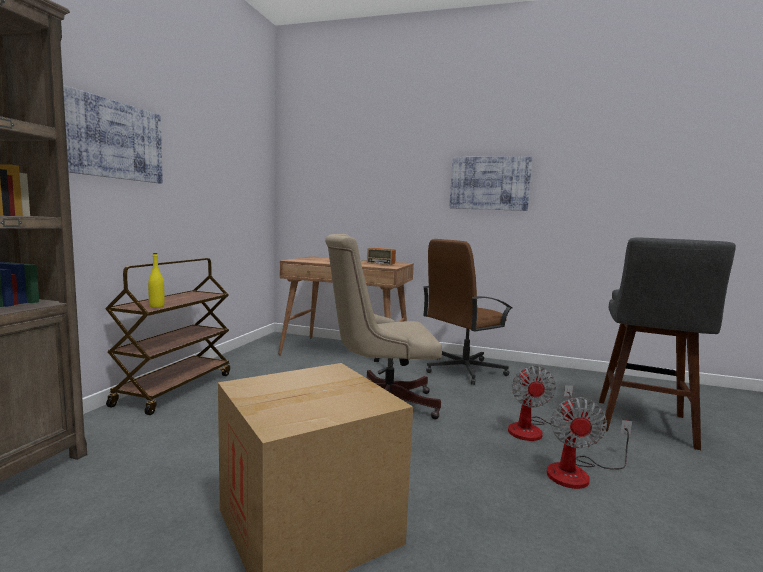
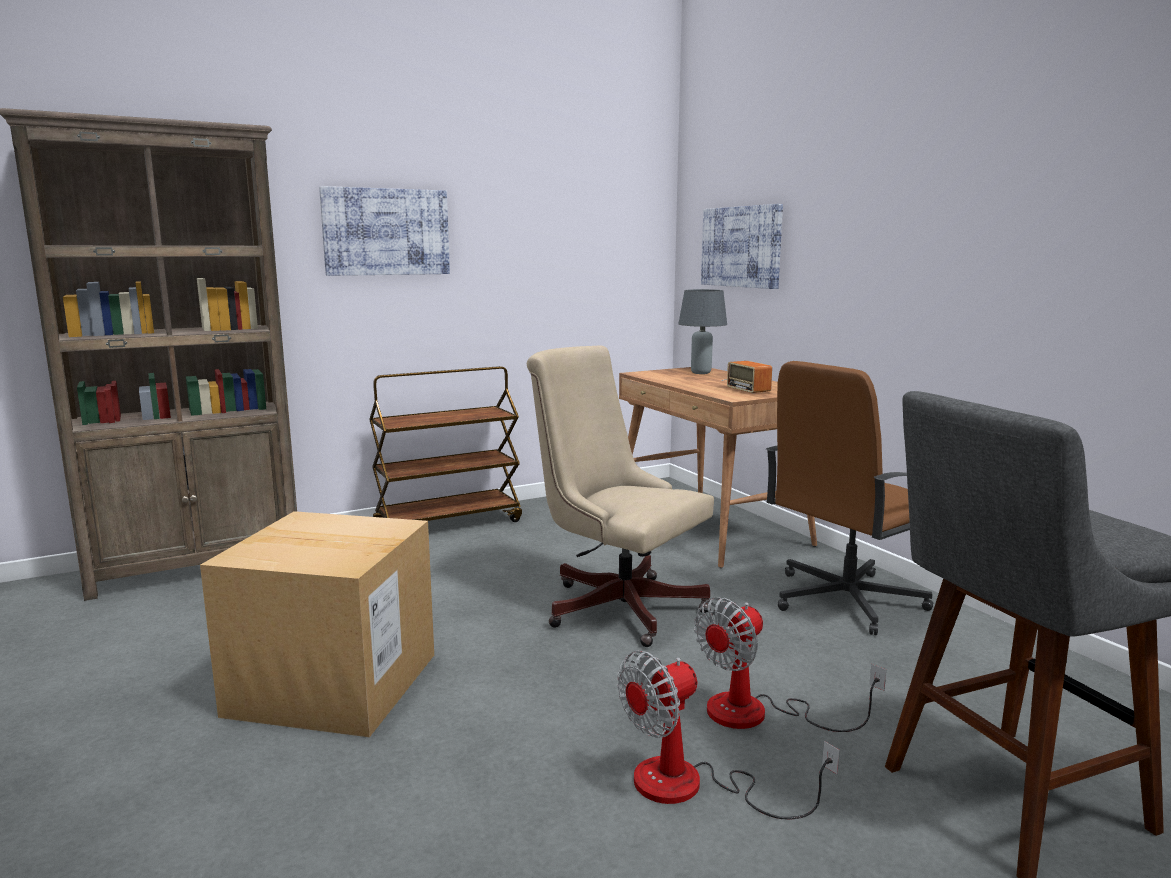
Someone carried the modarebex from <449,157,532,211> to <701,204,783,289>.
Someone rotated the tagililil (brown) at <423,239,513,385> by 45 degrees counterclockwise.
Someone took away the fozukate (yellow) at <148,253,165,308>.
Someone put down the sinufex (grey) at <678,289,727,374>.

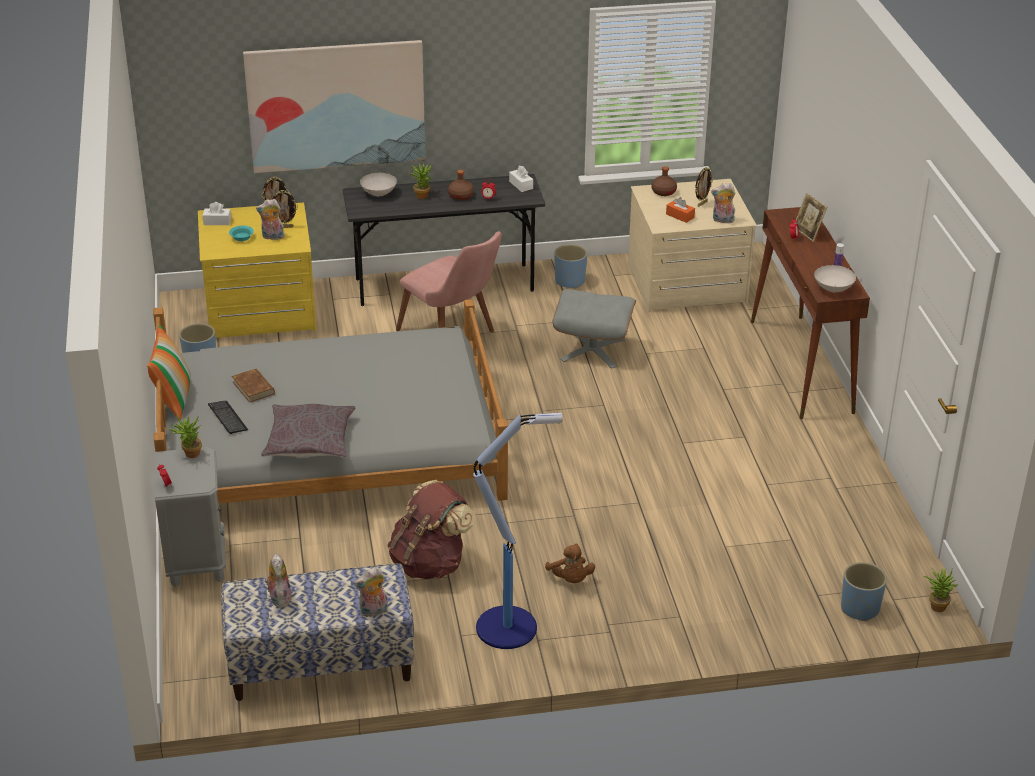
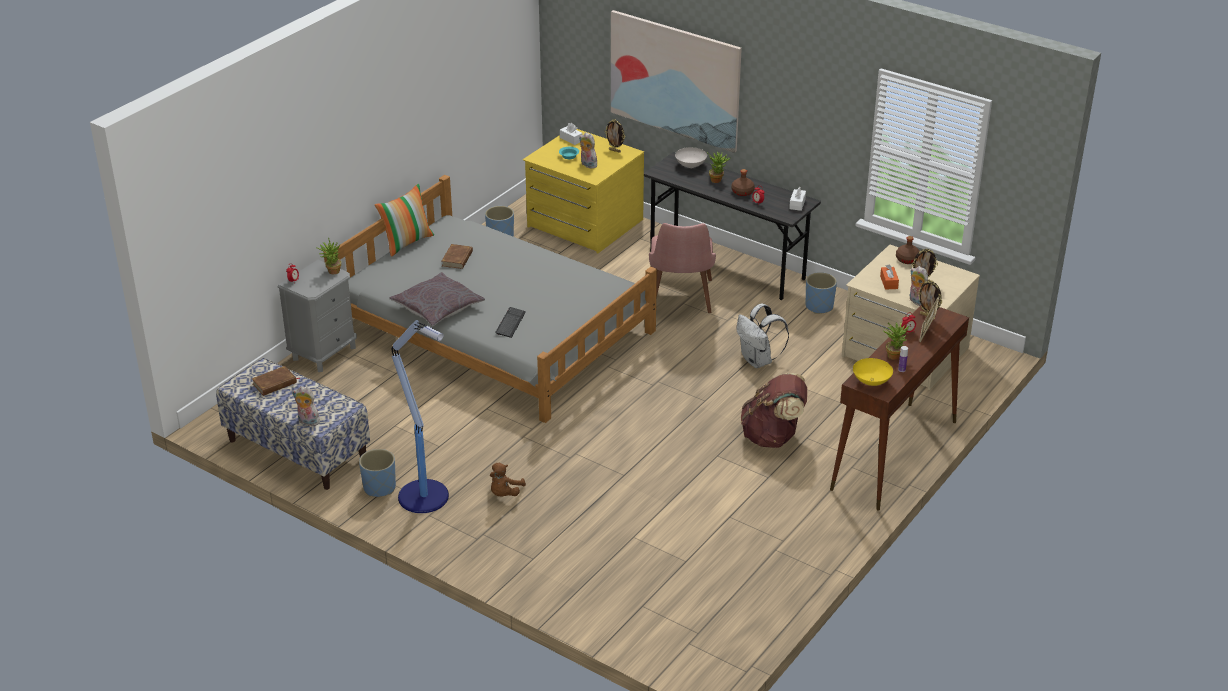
Someone carried the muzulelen from <273,190,298,228> to <917,280,942,319>.
Someone repainted the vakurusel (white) at <814,265,856,292>, which became the vakurusel (yellow) at <853,358,893,386>.
Someone swapped the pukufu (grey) at <552,289,636,369> for the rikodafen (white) at <736,303,789,368>.
Someone carried the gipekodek from <208,401,248,434> to <495,307,526,338>.
Someone carried the rikodafen (brown) from <387,480,476,579> to <741,373,807,448>.
Someone swapped the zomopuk at <265,553,292,608> for the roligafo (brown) at <252,366,300,396>.
Someone carried the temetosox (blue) from <841,562,887,621> to <359,449,396,497>.
Someone carried the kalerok from <924,568,958,612> to <884,322,910,360>.

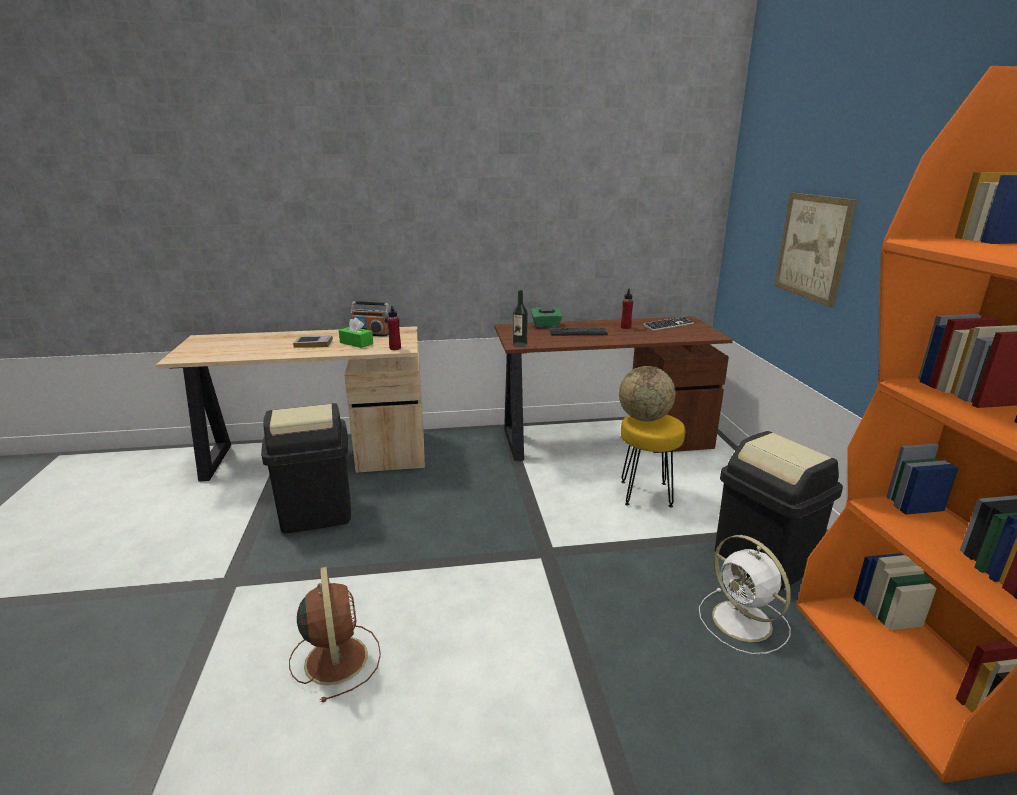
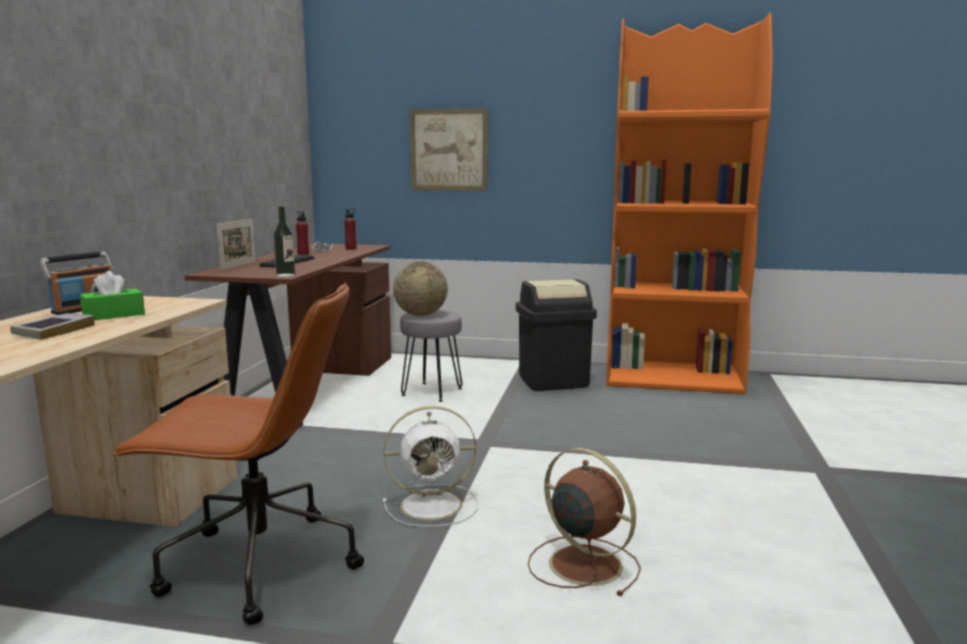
Someone swapped the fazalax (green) at <531,304,562,328> for the muzulelen at <217,219,256,270>.
Someone carried the fozukate (red) from <387,306,401,350> to <344,208,357,250>.
Someone swapped the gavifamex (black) at <261,403,351,533> for the tagililil (brown) at <111,282,364,625>.
Someone repainted the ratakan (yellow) at <621,414,685,507>, which became the ratakan (grey) at <400,310,462,402>.
Someone carried the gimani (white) from <699,535,791,654> to <382,406,478,527>.
Someone rotated the gimani (brown) at <289,567,381,702> by 45 degrees clockwise.

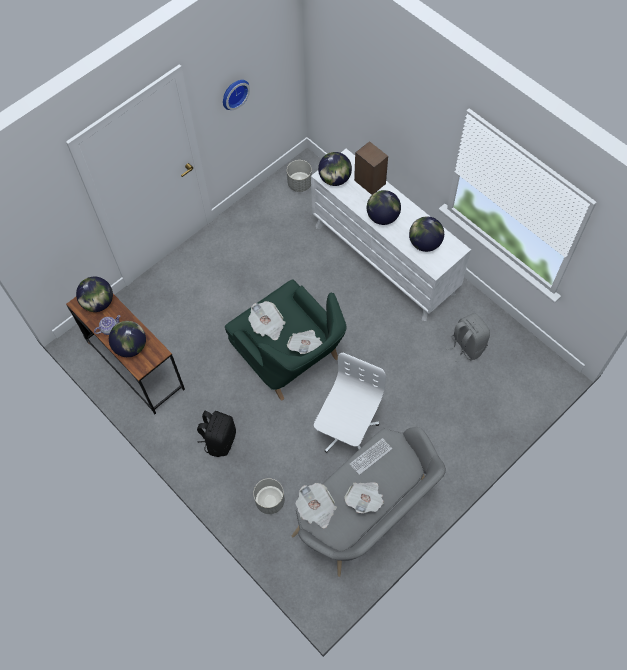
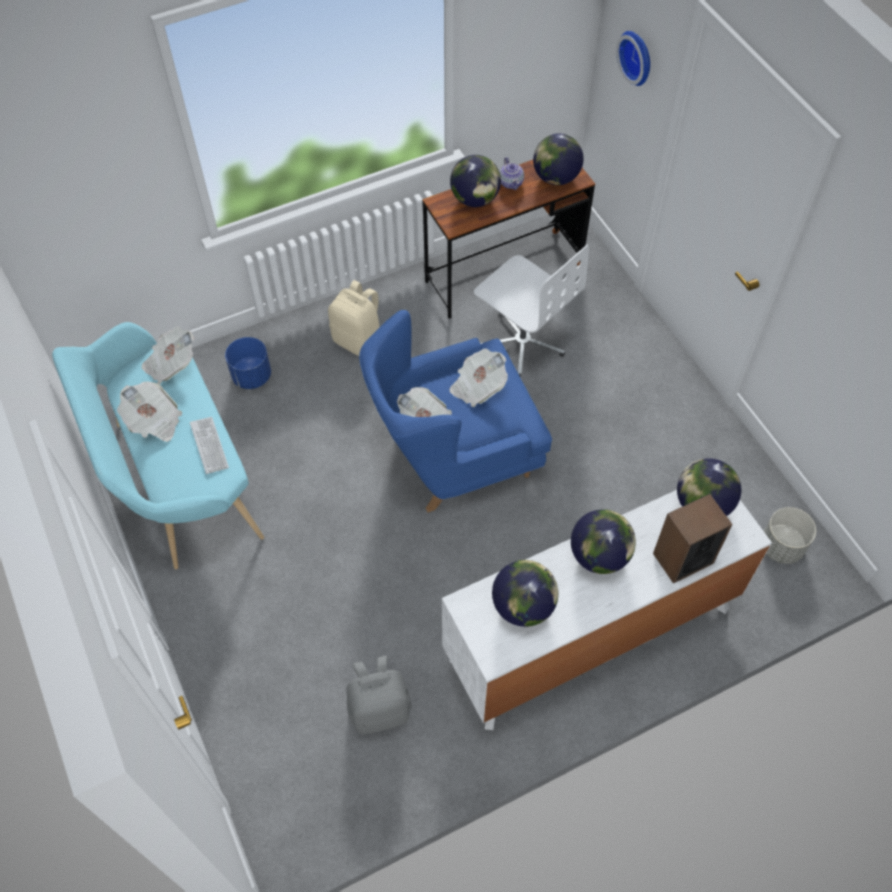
Someone carried the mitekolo from <223,80,250,110> to <616,31,650,86>.
Someone repainted the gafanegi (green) at <225,279,346,401>, which became the gafanegi (blue) at <359,310,552,513>.
Someone carried the tagililil (white) from <314,353,386,453> to <474,245,589,377>.
Someone repainted the rikodafen (black) at <197,410,236,457>, which became the rikodafen (beige) at <328,280,380,356>.
Someone repainted the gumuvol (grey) at <292,427,446,577>, which became the gumuvol (turquoise) at <52,322,264,569>.
Someone repainted the temetosox (grey) at <253,478,285,514>, which became the temetosox (blue) at <225,337,271,389>.

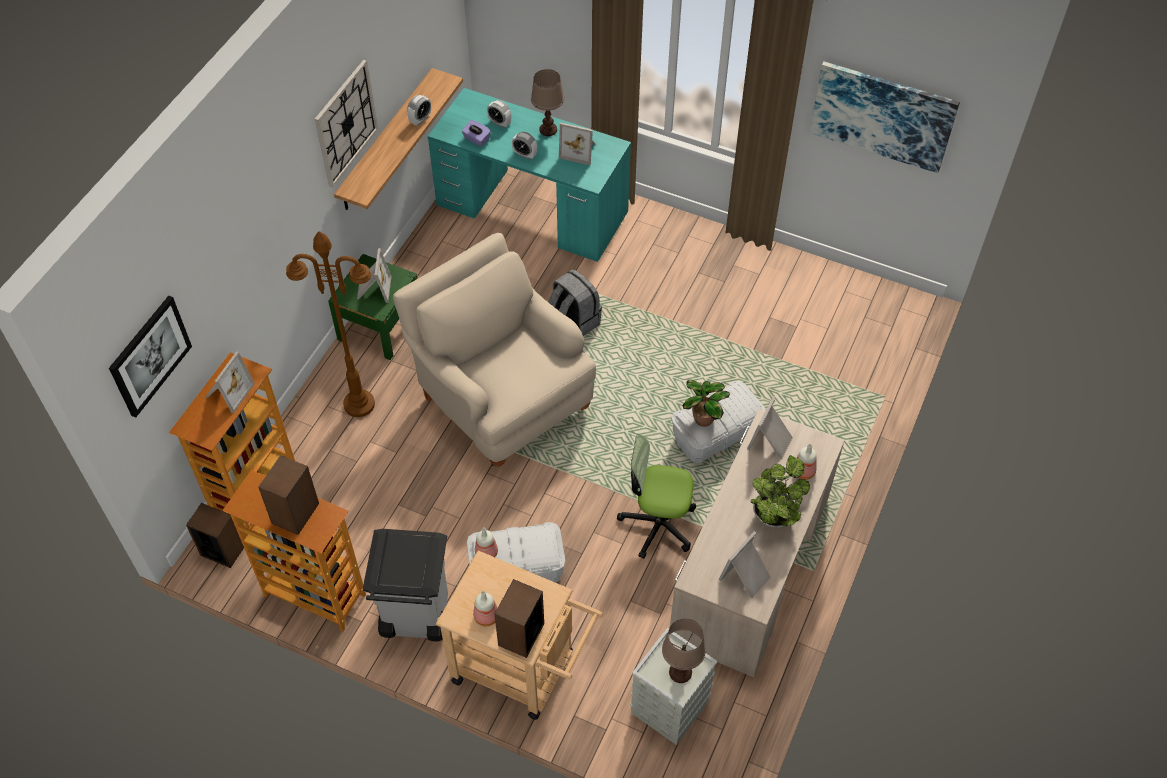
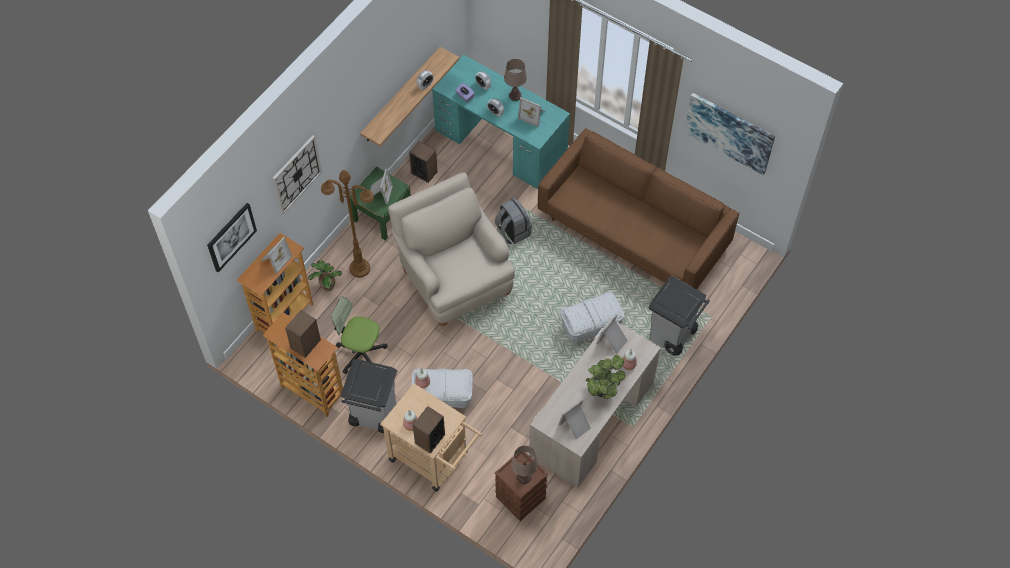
Someone carried the mitekolo from <315,60,378,188> to <273,135,322,214>.
Someone carried the kalerok from <683,380,730,427> to <308,260,342,291>.
Someone carried the tagililil from <617,434,696,559> to <331,297,388,374>.
Someone carried the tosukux from <186,503,244,568> to <409,141,438,183>.
Someone repainted the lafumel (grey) at <630,628,717,745>, which became the lafumel (brown) at <495,452,548,521>.
Someone put down the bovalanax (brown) at <538,128,739,289>.
Someone put down the gavifamex (grey) at <648,276,710,356>.

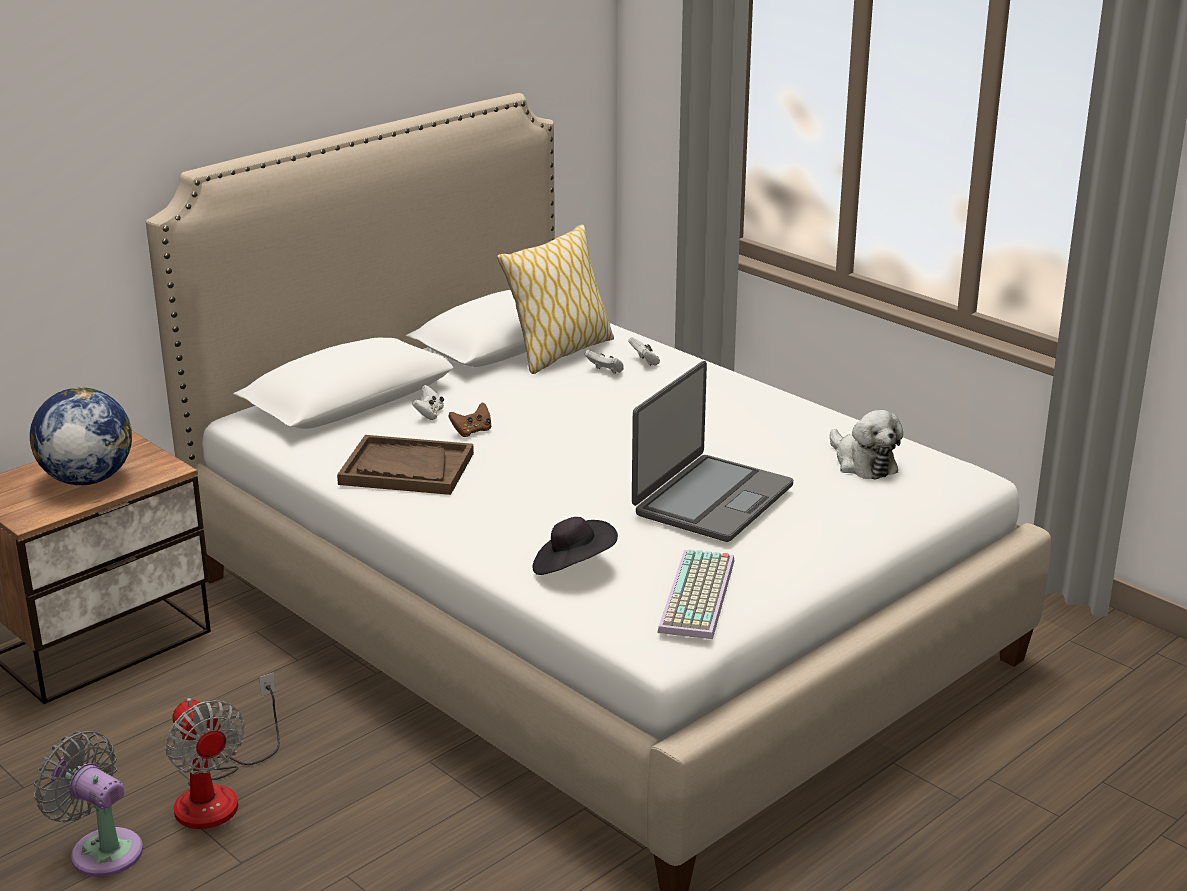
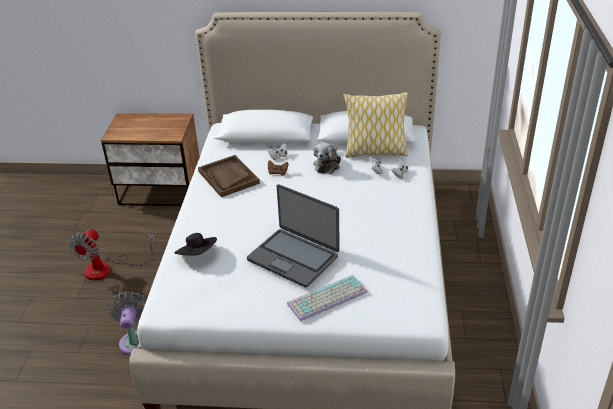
Someone rotated the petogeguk at <632,361,793,542> by 45 degrees clockwise.
Someone took away the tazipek at <30,387,132,485>.
Someone carried the zomopuk from <830,410,903,480> to <313,142,341,174>.
Someone carried the gipekodek from <657,549,735,639> to <287,275,368,321>.
Someone carried the gimani (grey) from <34,731,143,877> to <108,291,147,355>.

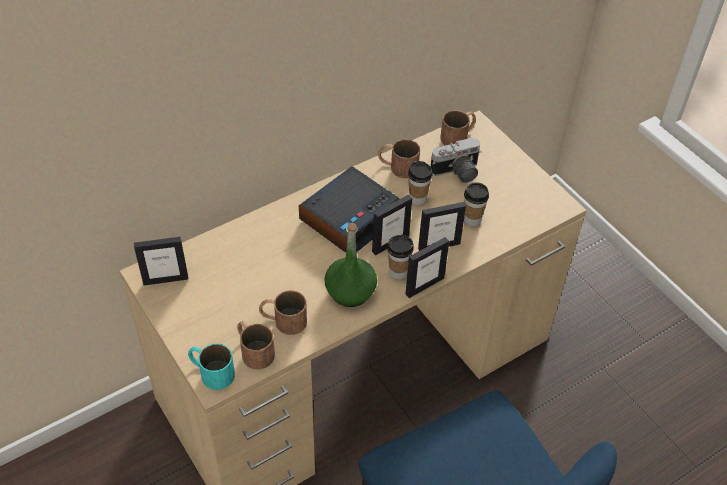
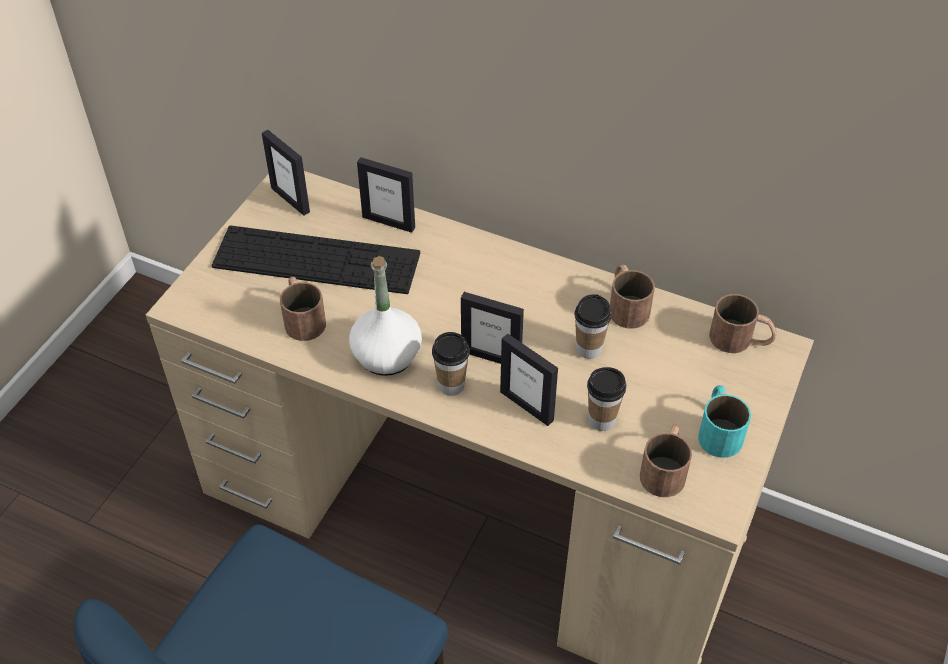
Someone took away the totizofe at <431,137,482,183>.
Someone took away the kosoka at <299,166,399,253>.
Someone repainted the fozukate (green) at <324,223,377,307>, which became the fozukate (white) at <349,256,422,376>.
Someone carried the muzulelen from <406,237,449,298> to <357,157,415,233>.
Someone carried the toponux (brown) from <237,321,275,370> to <640,424,692,497>.
Someone carried the toponux (turquoise) from <188,343,235,390> to <698,385,751,458>.
Someone put down the gipekodek at <211,225,420,294>.

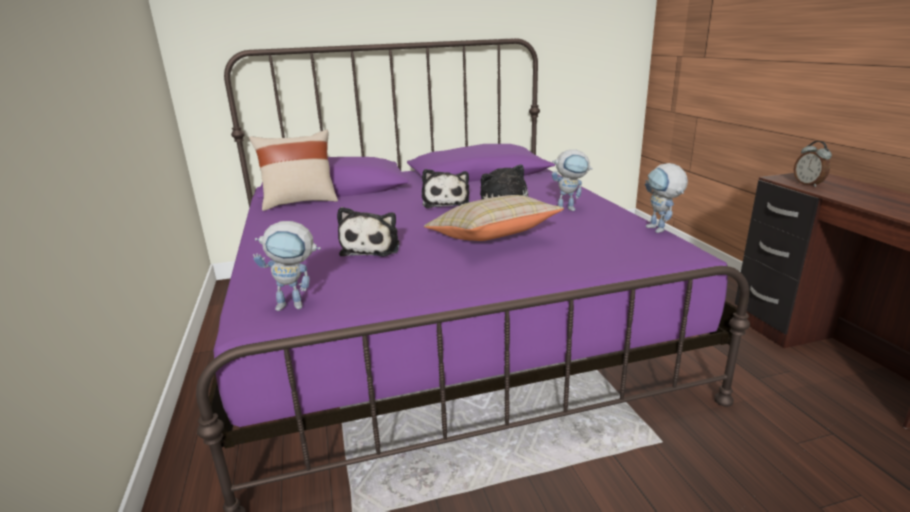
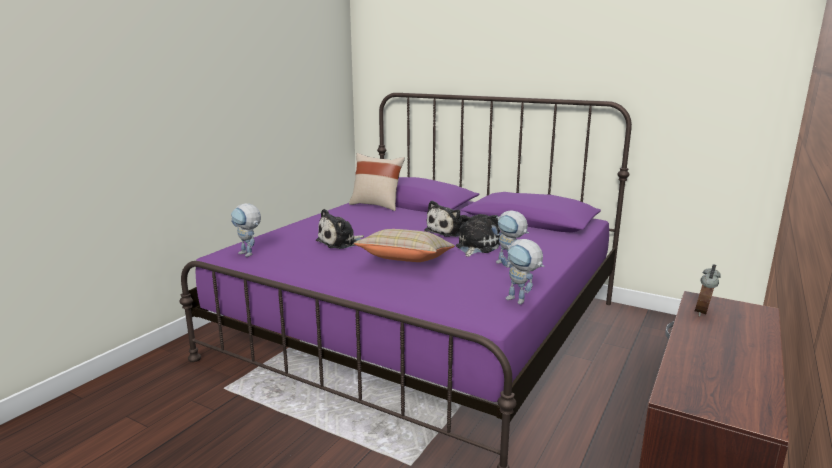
Someone rotated the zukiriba at <645,163,688,233> by 75 degrees counterclockwise.

